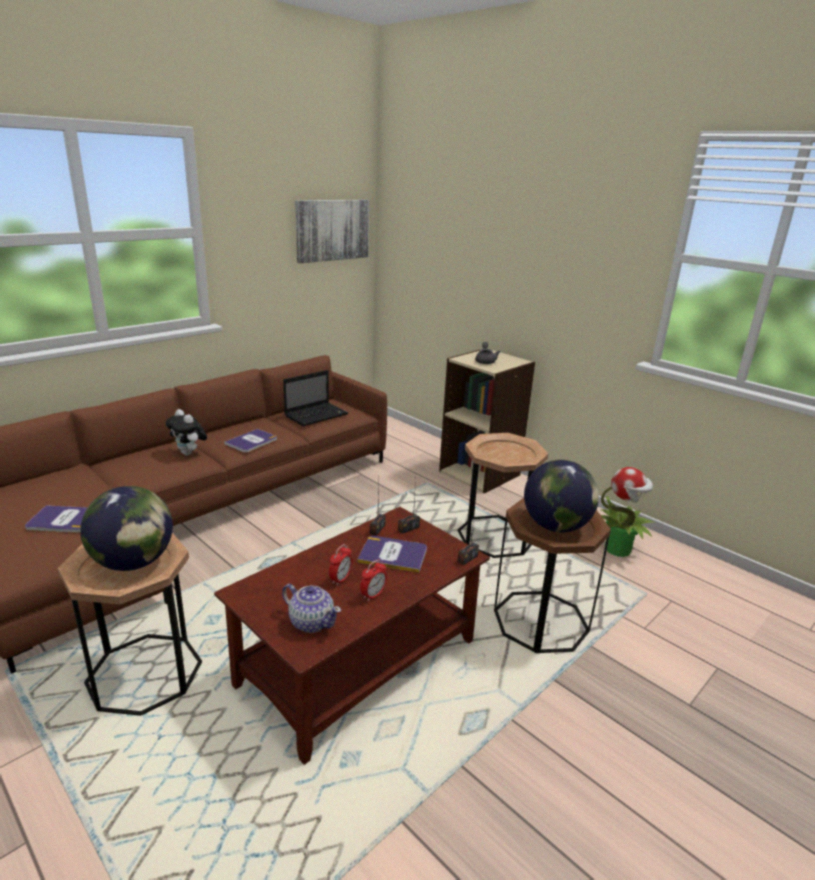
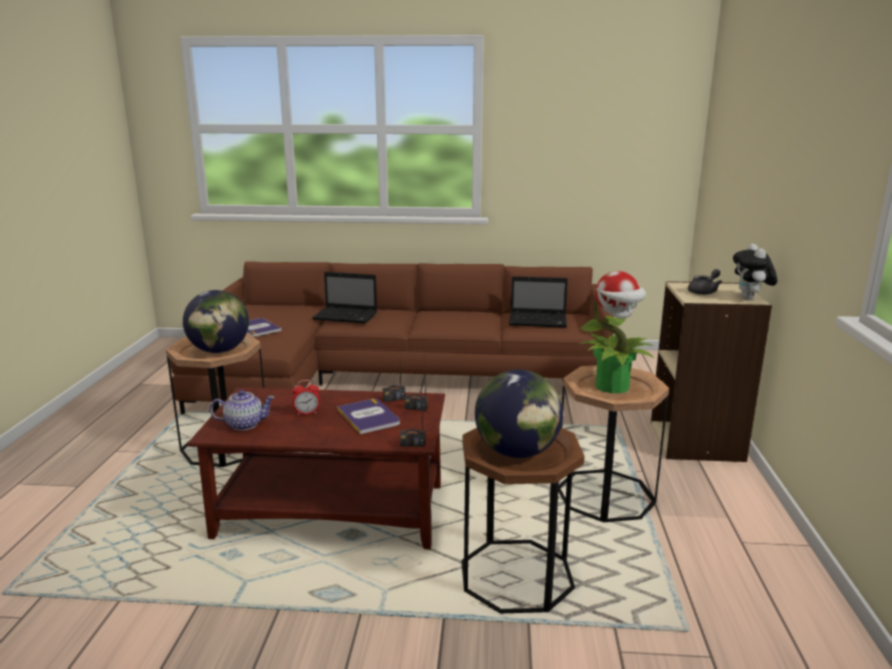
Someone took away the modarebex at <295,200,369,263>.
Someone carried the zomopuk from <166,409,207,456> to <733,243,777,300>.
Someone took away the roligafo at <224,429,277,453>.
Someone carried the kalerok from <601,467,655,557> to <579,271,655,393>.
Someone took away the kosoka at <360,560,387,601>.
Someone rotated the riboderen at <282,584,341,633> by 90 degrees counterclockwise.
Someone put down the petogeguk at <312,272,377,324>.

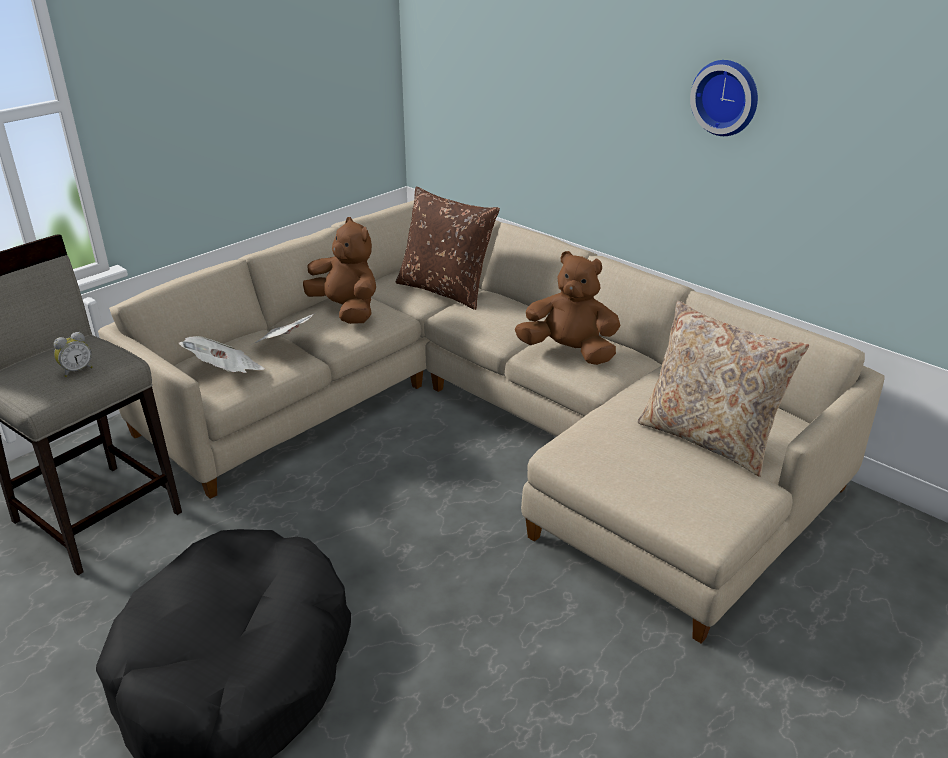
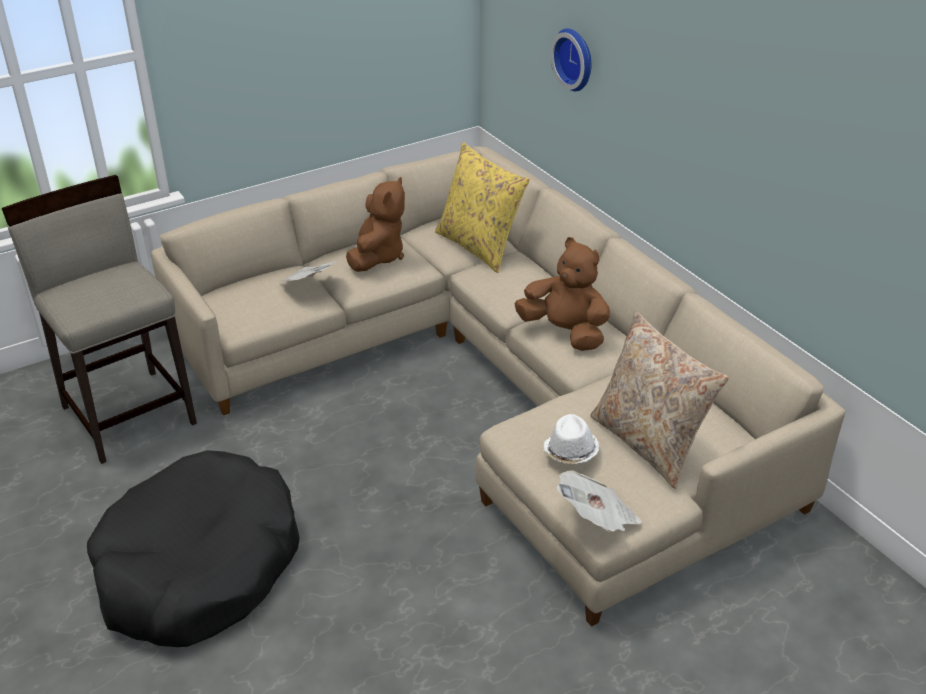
Someone carried the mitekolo from <690,60,758,136> to <550,29,592,91>.
Someone repainted the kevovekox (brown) at <396,187,500,310>, which became the kevovekox (yellow) at <435,142,530,273>.
Someone rotated the zomopuk (brown) at <303,217,376,324> by 45 degrees clockwise.
Someone took away the kosoka at <54,332,92,377>.
Someone carried the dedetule from <179,336,265,373> to <555,470,641,532>.
Someone put down the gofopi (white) at <544,414,599,464>.

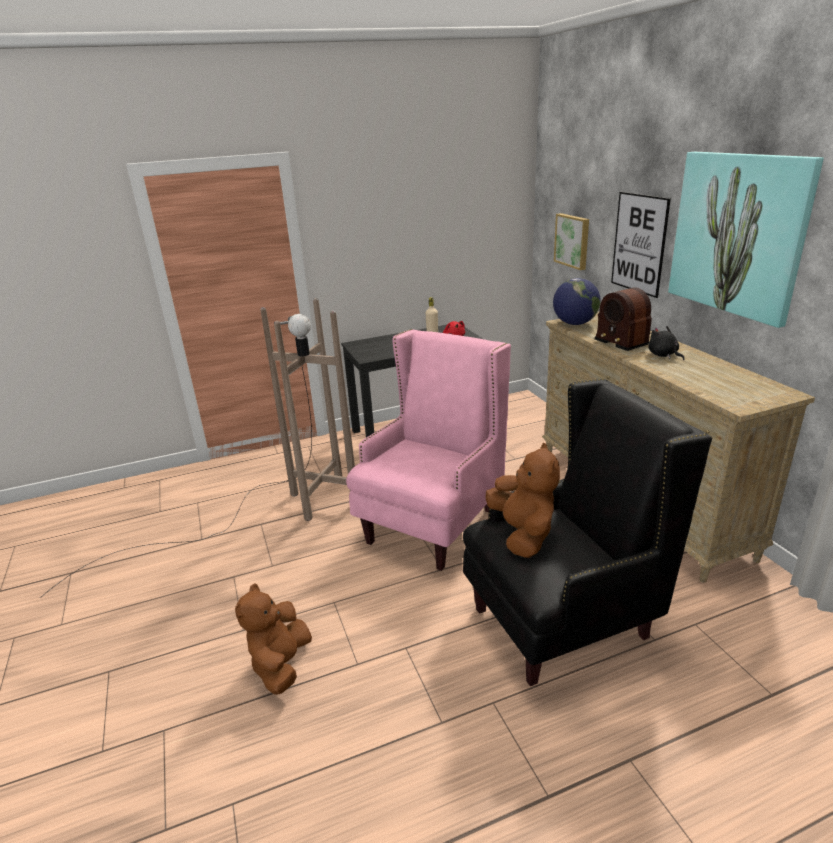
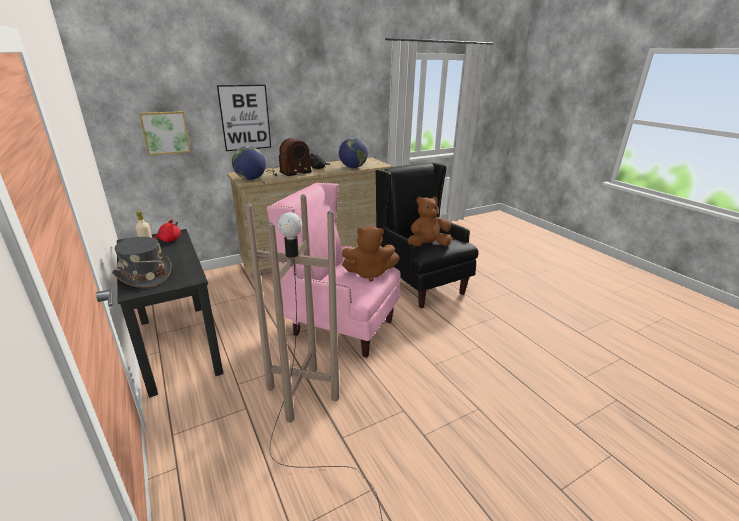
Someone took away the modarebex at <668,152,824,328>.
Someone carried the zomopuk (brown) from <235,583,312,695> to <342,226,399,282>.
Someone put down the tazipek at <339,138,368,168>.
Someone put down the gofopi (grey) at <112,237,171,288>.

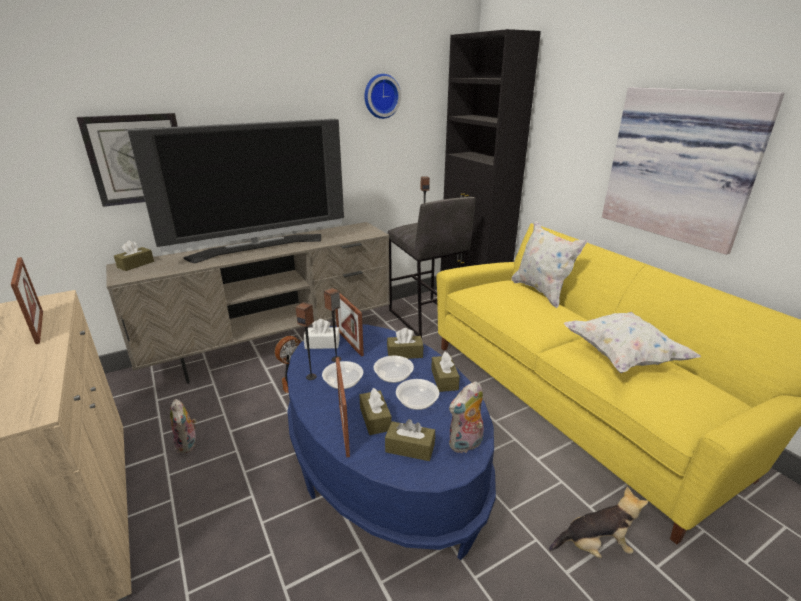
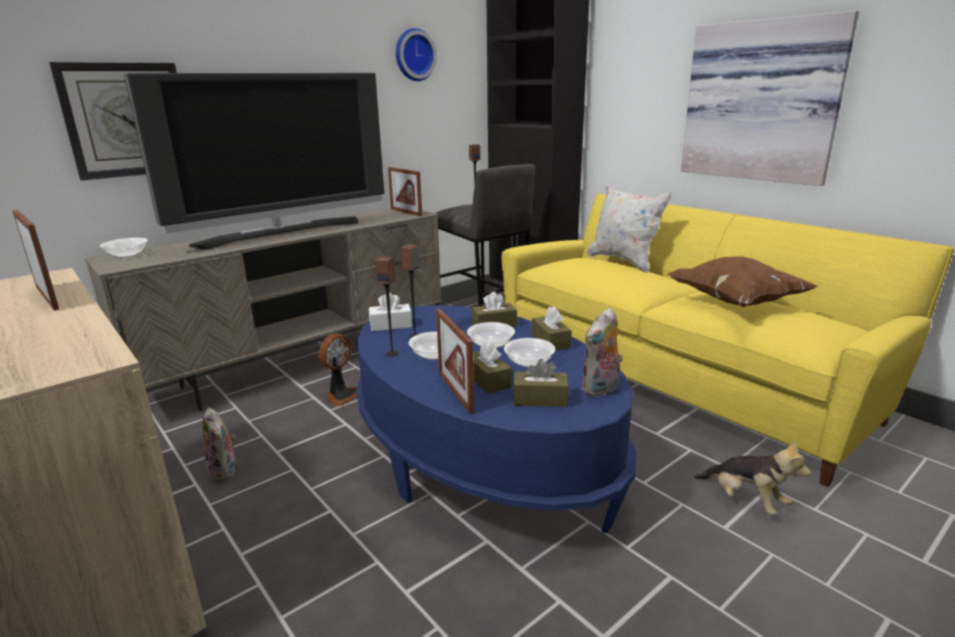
Someone swapped the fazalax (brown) at <114,240,154,271> for the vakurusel at <100,237,148,258>.
Someone carried the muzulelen from <336,292,364,357> to <388,167,422,216>.
Someone repainted the kevovekox (white) at <564,312,701,373>, which became the kevovekox (brown) at <667,256,817,307>.
Someone rotated the zomopuk at <549,486,648,558> by 60 degrees clockwise.

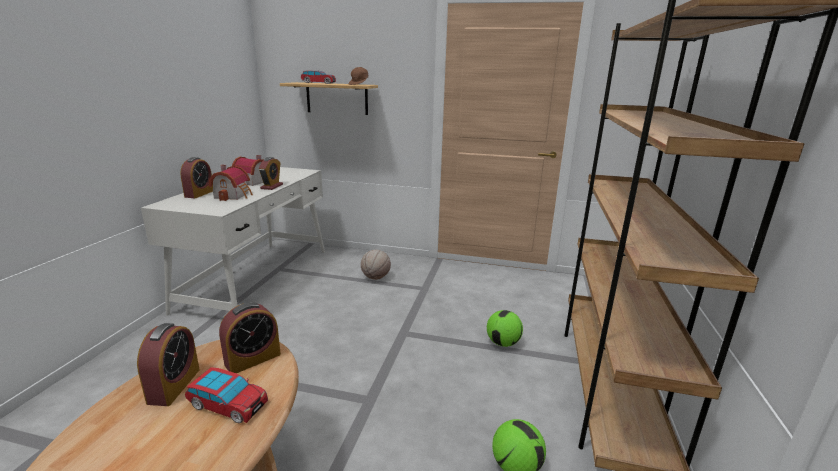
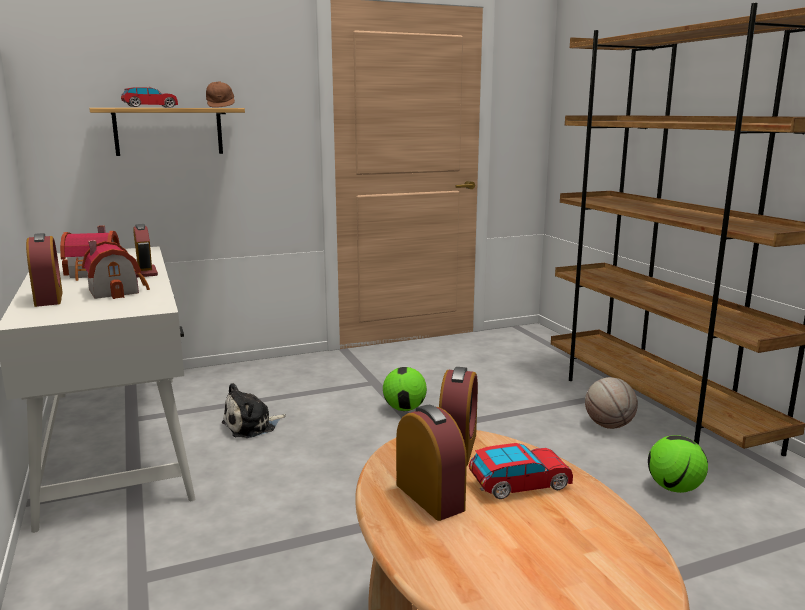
Someone carried the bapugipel from <361,250,391,280> to <585,377,638,429>.
Someone carried the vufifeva from <487,310,523,347> to <383,367,427,411>.
Someone put down the zomopuk at <222,383,286,438>.

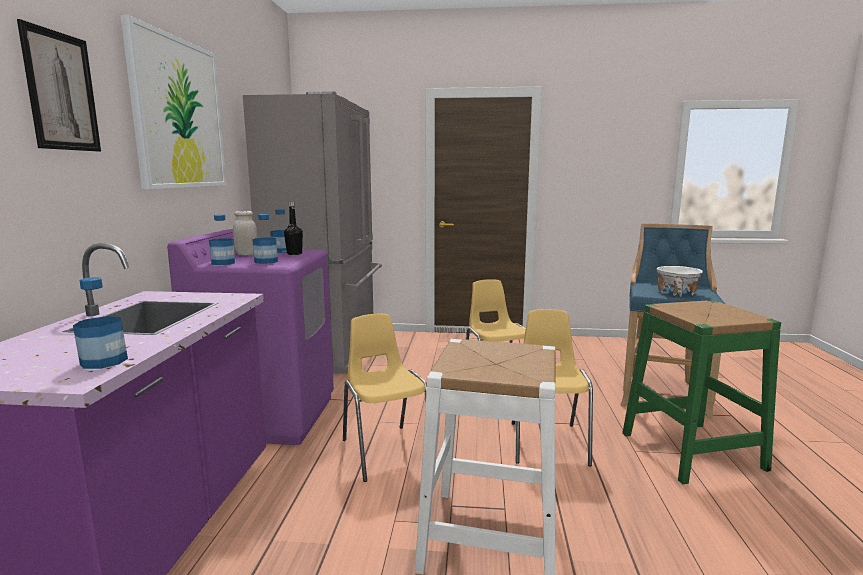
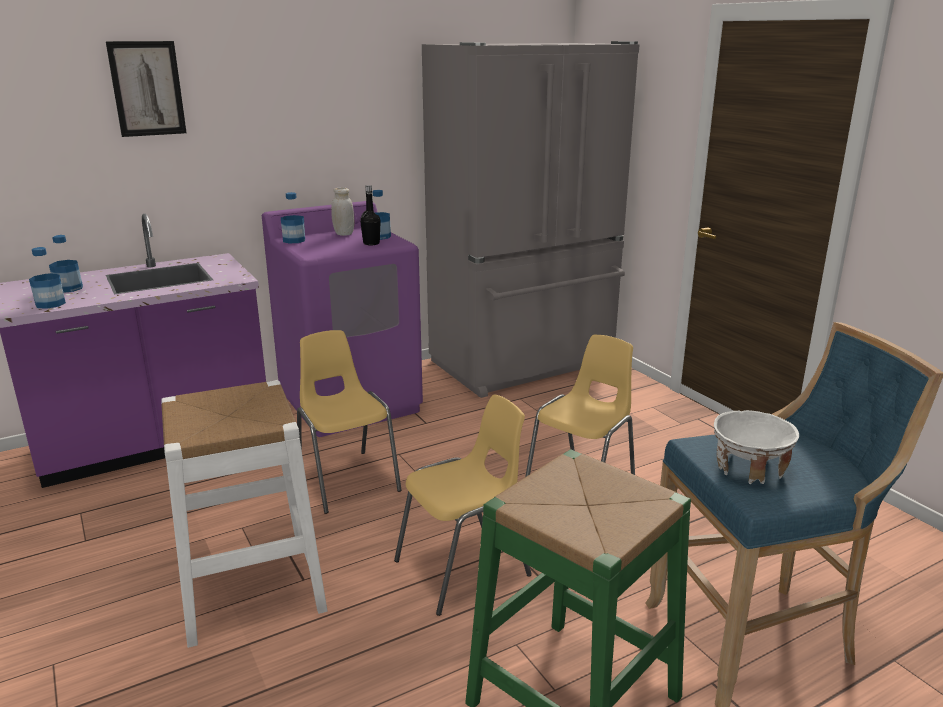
Someone took away the modarebex at <120,15,226,189>.
Someone carried the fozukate from <252,214,278,264> to <49,235,83,293>.
Someone rotated the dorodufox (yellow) at <343,314,427,482> by 60 degrees counterclockwise.

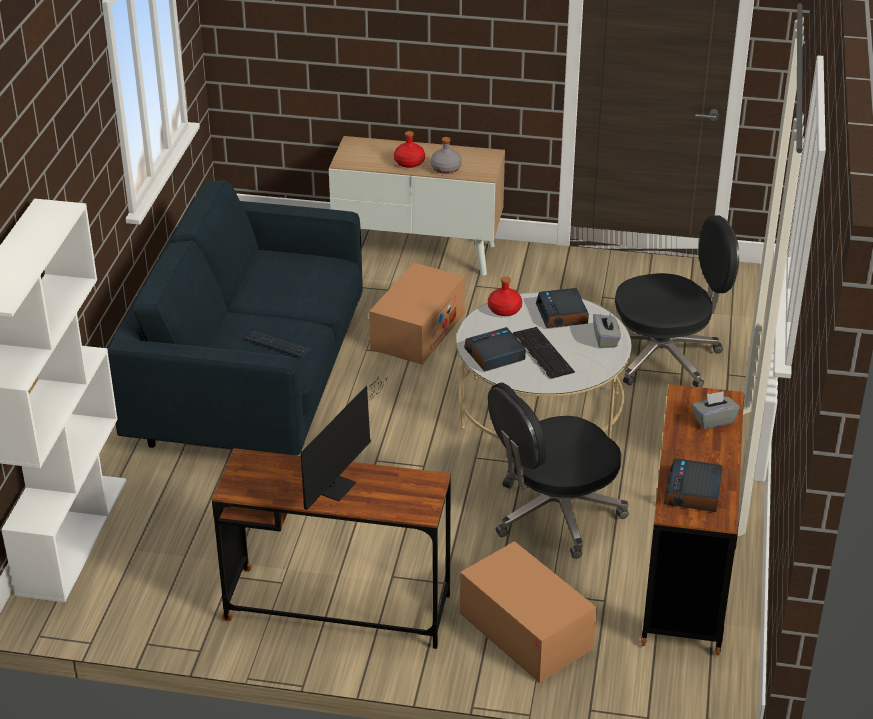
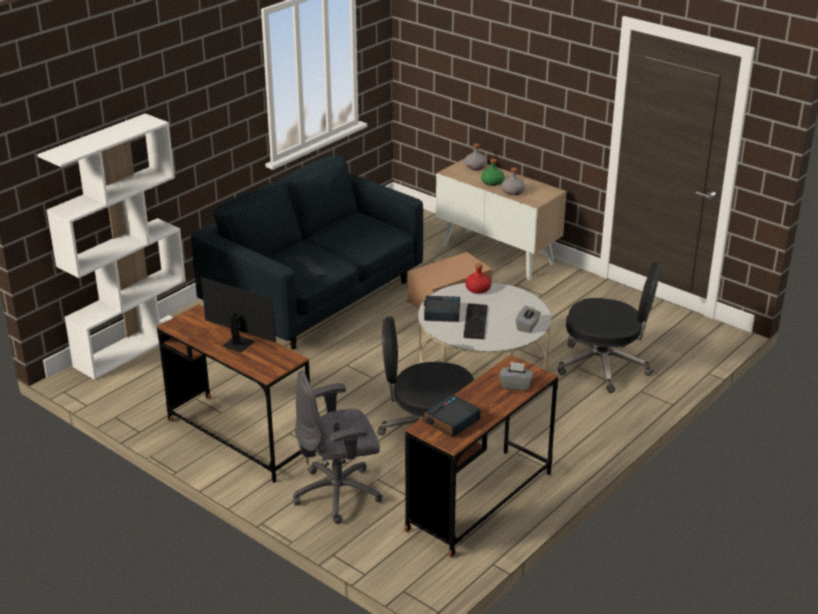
Someone repainted the fozukate (red) at <394,131,425,168>, which became the fozukate (green) at <481,158,504,186>.
Someone took away the kosoka at <536,288,589,328>.
Someone rotated the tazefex at <301,379,386,510> by 120 degrees counterclockwise.
Someone swapped the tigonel at <460,541,597,683> for the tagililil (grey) at <293,370,383,524>.
Someone put down the fozukate (grey) at <465,144,487,170>.

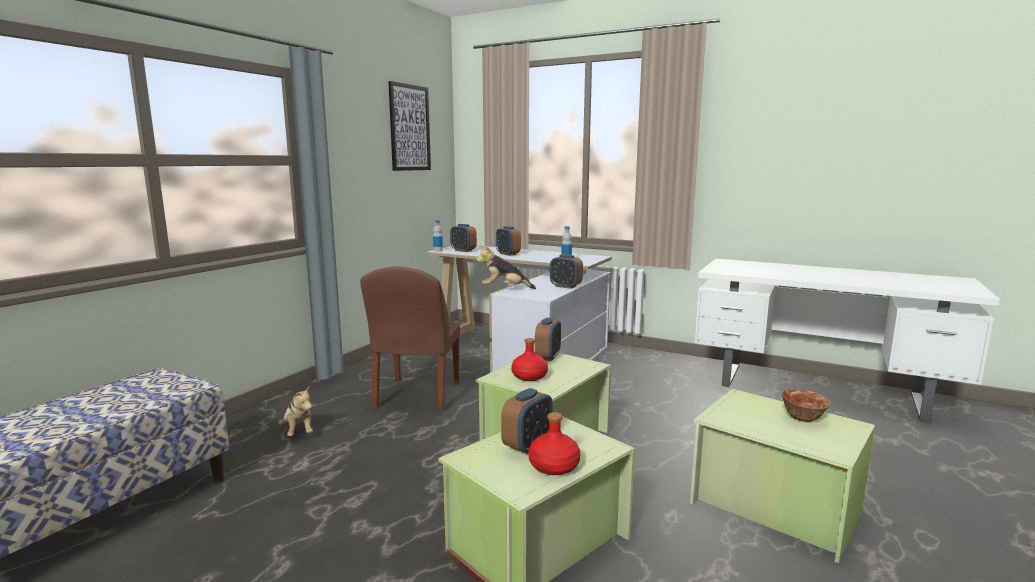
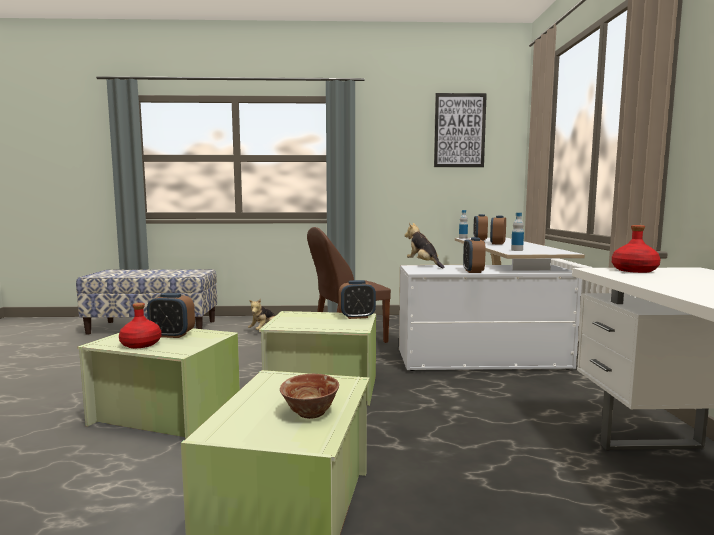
Someone carried the fozukate (red) from <511,338,548,381> to <612,225,661,273>.

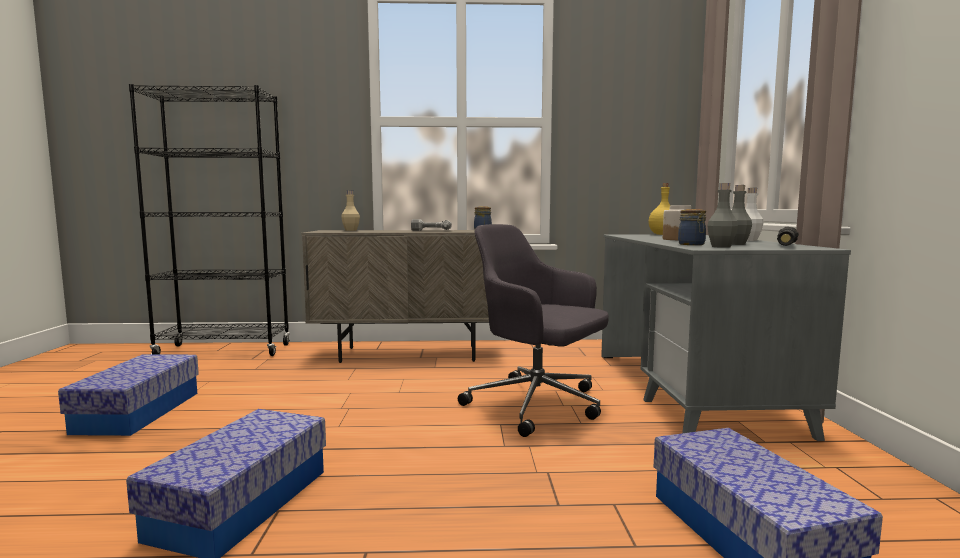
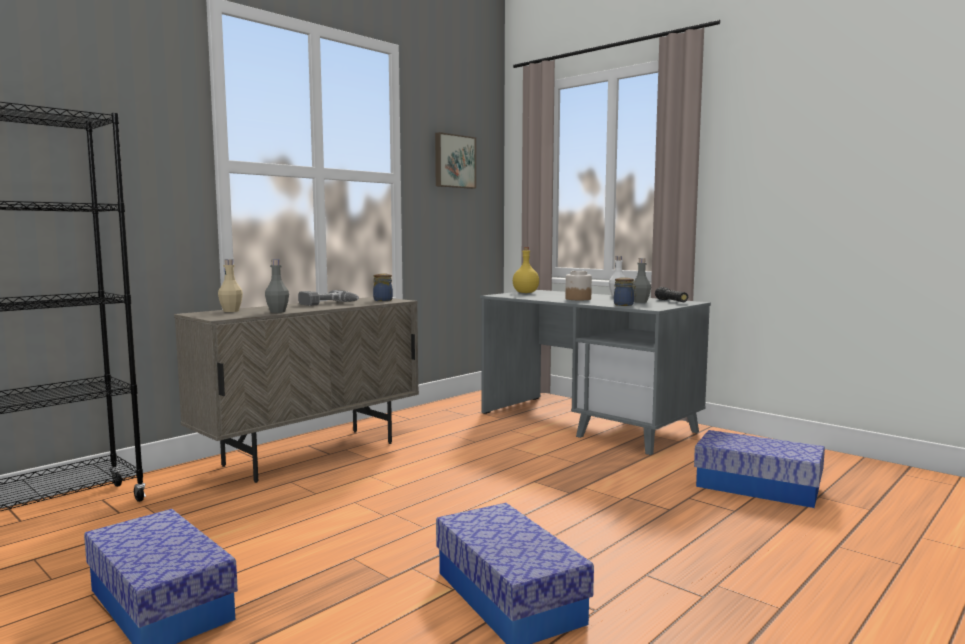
Someone carried the fozukate (grey) from <707,183,738,248> to <265,260,289,313>.
Someone took away the tagililil (grey) at <458,224,609,437>.
Someone put up the modarebex at <435,132,476,189>.

